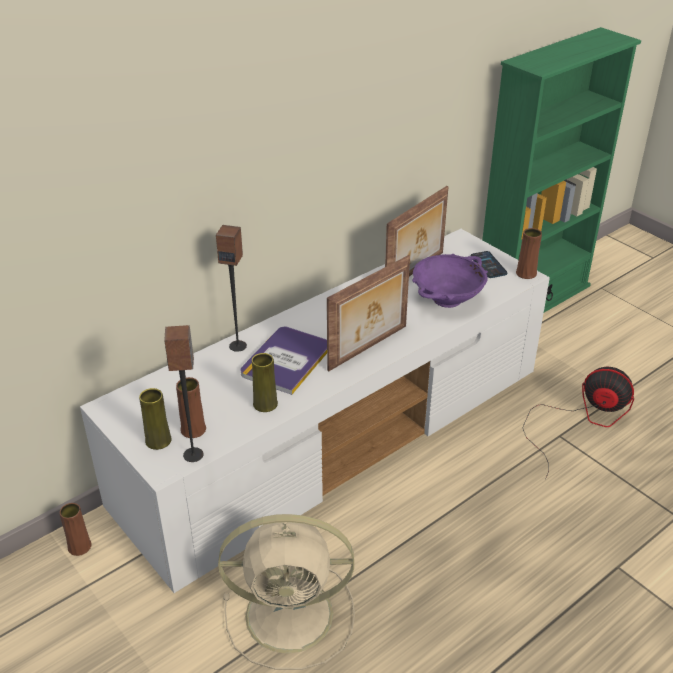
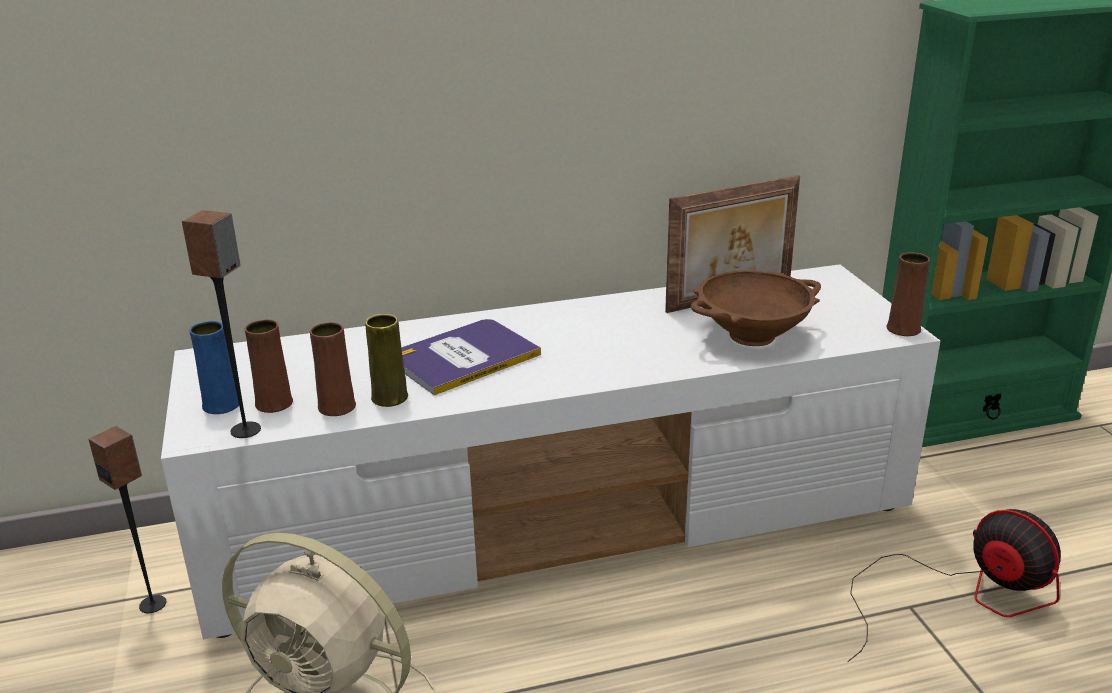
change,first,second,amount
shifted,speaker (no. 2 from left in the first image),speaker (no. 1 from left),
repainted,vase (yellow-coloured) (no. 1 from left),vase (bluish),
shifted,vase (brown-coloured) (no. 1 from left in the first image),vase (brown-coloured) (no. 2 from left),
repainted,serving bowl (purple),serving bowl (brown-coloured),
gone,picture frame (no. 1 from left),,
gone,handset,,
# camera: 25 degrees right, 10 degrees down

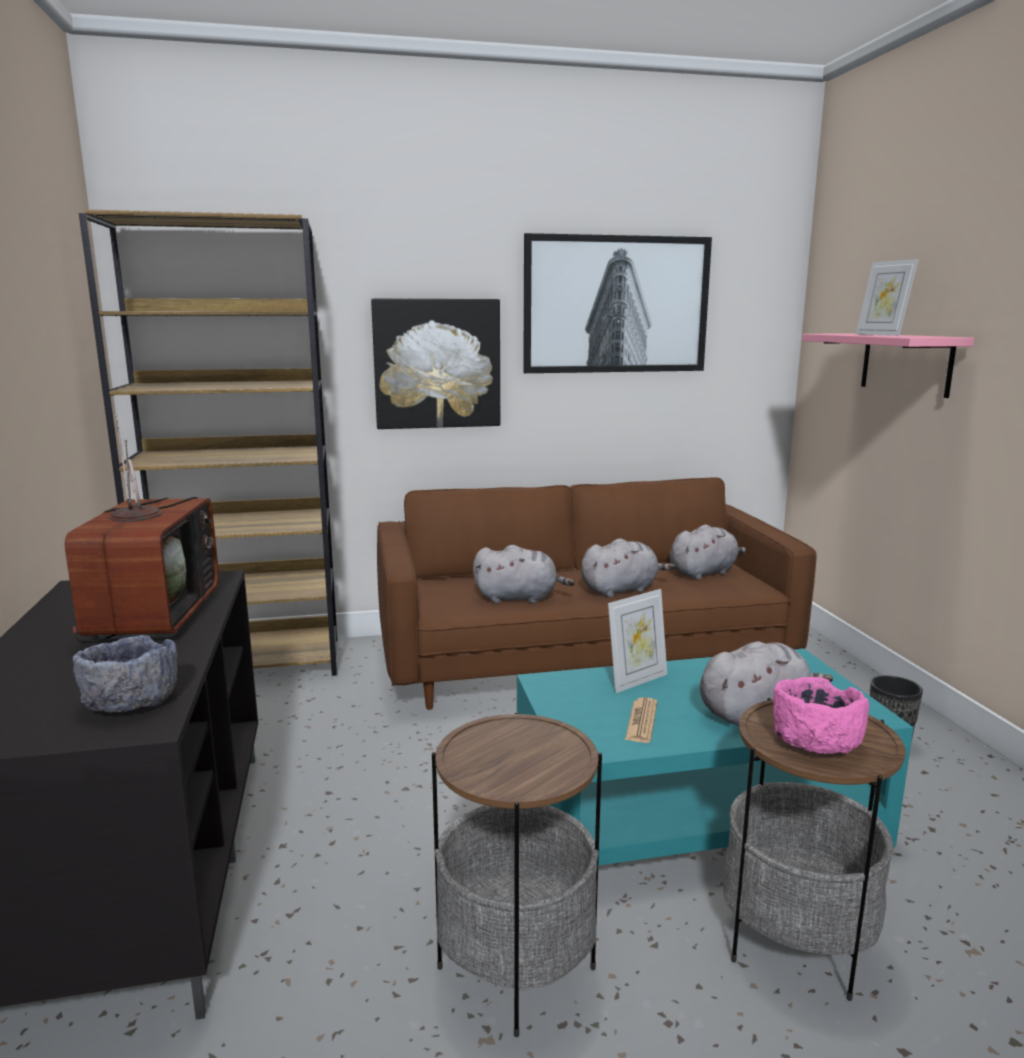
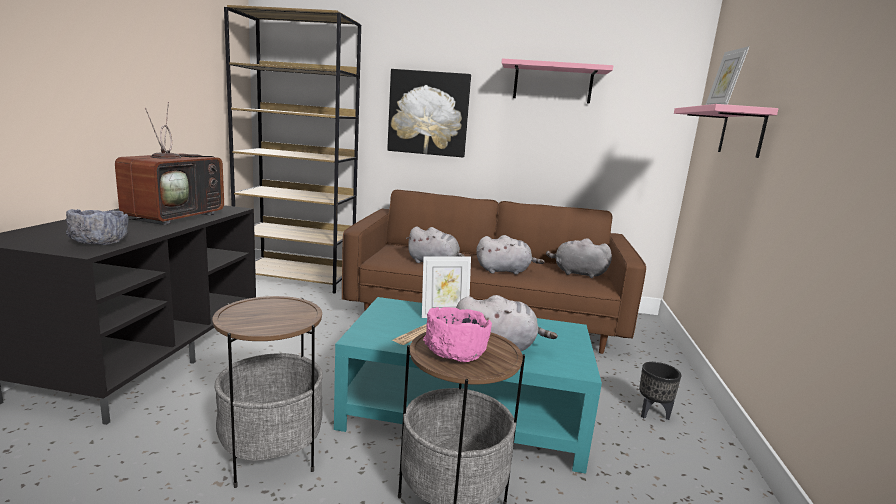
change,first,second,amount
swapped,picture (no. 2 from left),bracket shelf (pinkish) (no. 1 from left),
rotated,cuddly toy (gray) (no. 3 from left in the first image),cuddly toy (gray) (no. 4 from left),150 degrees counterclockwise
# camera: 20 degrees right, 0 degrees up

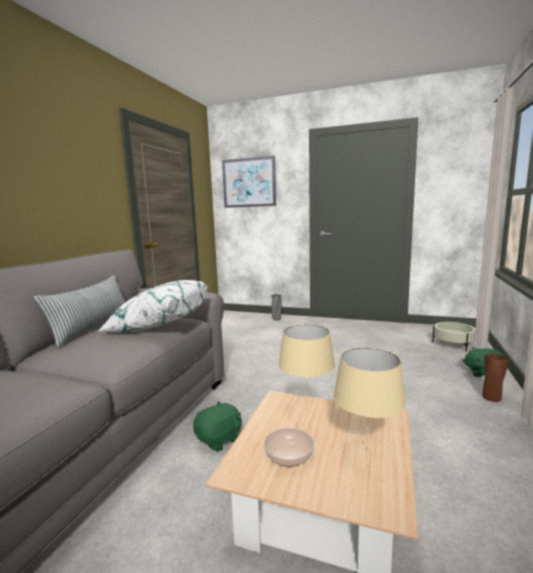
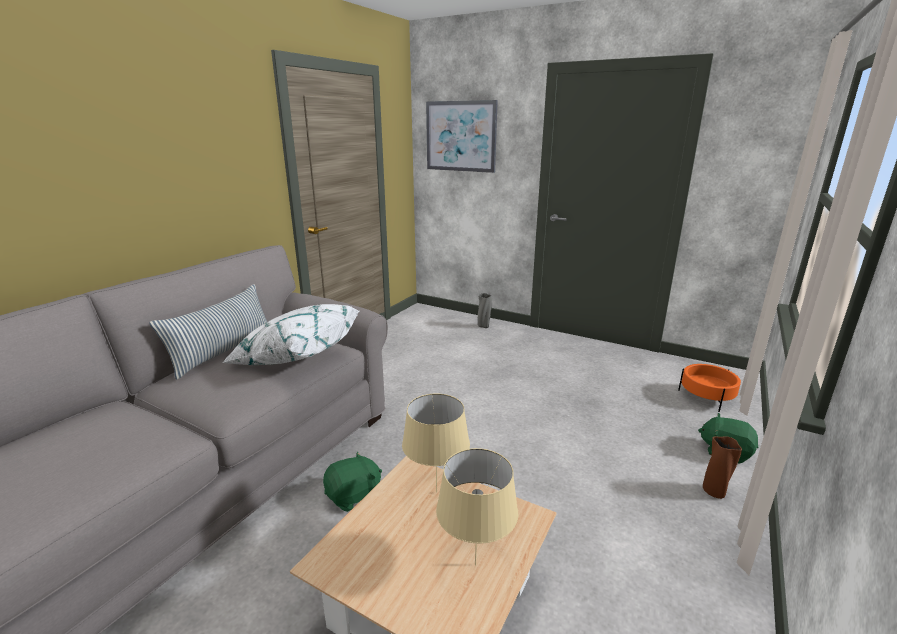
change,first,second,amount
repainted,plant pot (beige),plant pot (orange),
gone,serving bowl,,
# camera: 10 degrees right, 10 degrees up

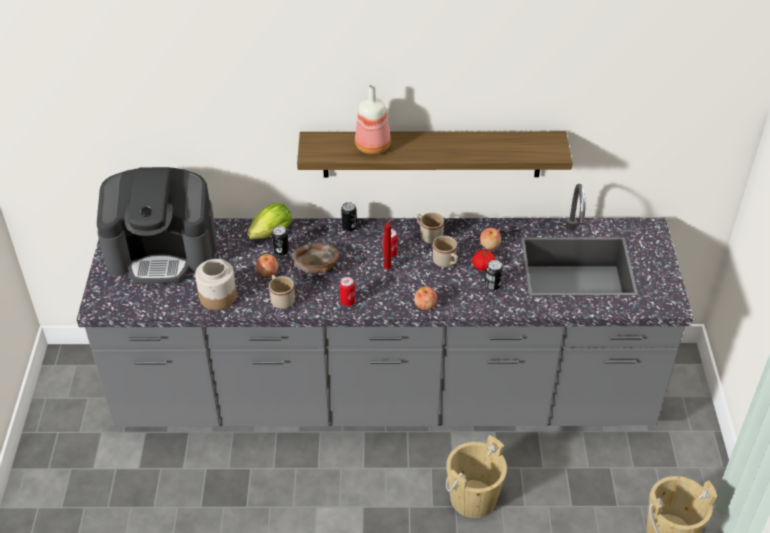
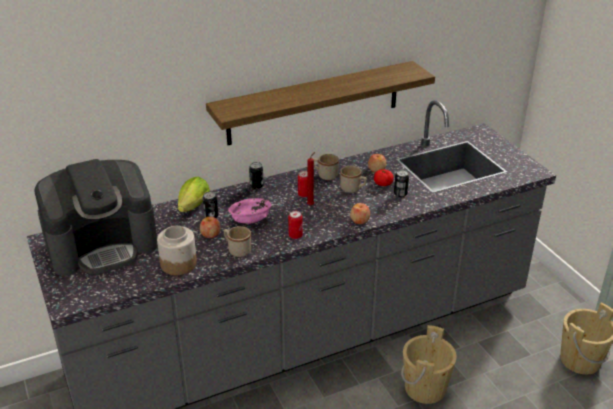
change,first,second,amount
repainted,serving bowl (brown-coloured),serving bowl (pinkish),
gone,beverage bottle,,
# camera: 25 degrees left, 10 degrees down

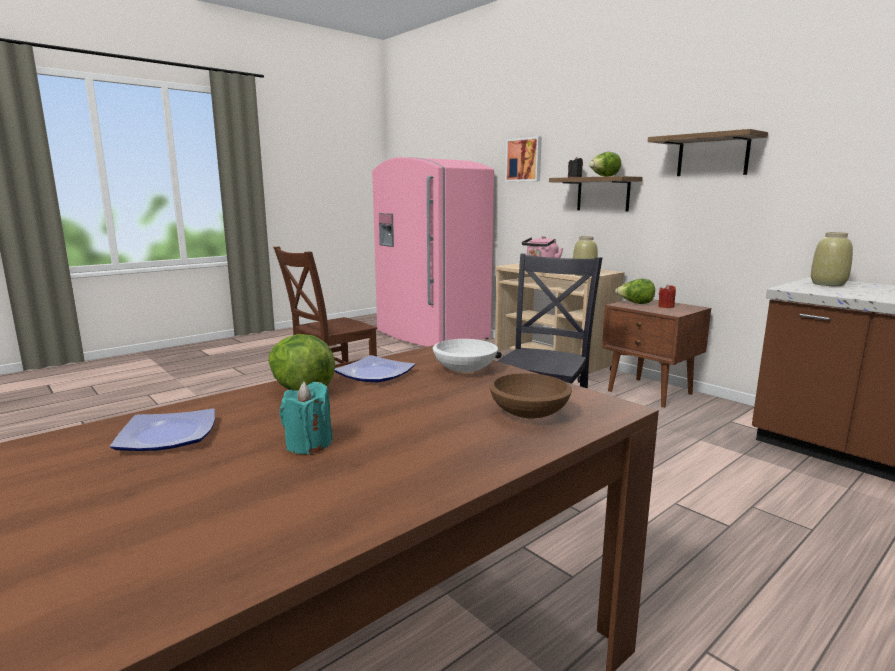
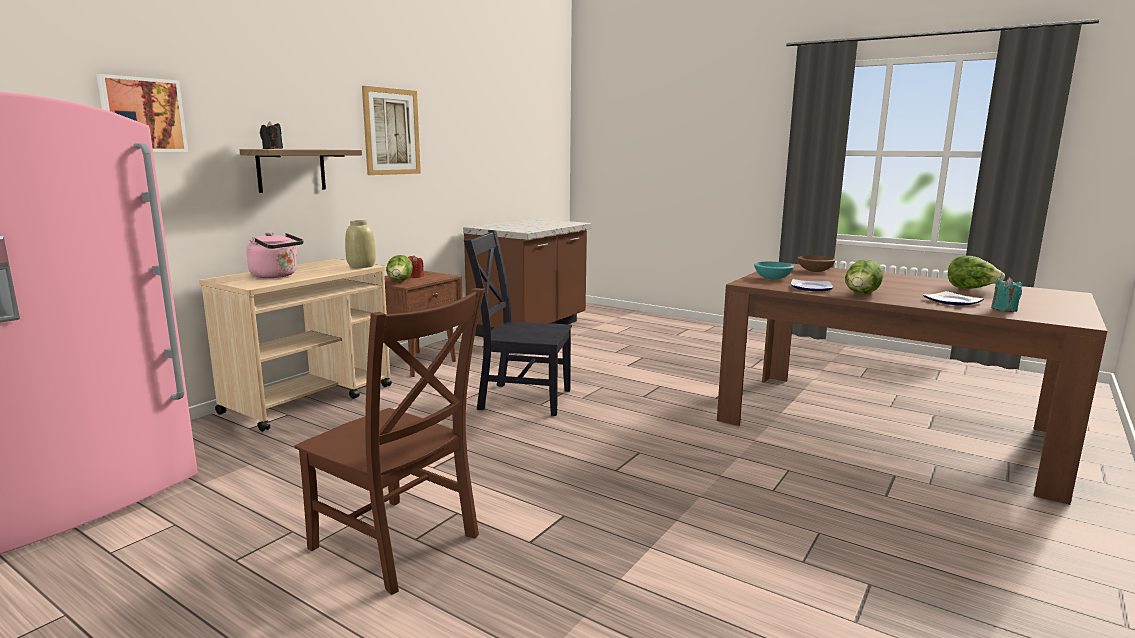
change,first,second,amount
swapped,bracket shelf (no. 2 from left),picture (no. 2 from left),
repainted,serving bowl (whitish),serving bowl (blue-green),
shifted,lettuce head (no. 2 from left in the first image),lettuce head (no. 3 from left),
shifted,wax light (blue-green),,
gone,vase (beige) (no. 2 from left),,
# camera: 105 degrees left, 0 degrees up

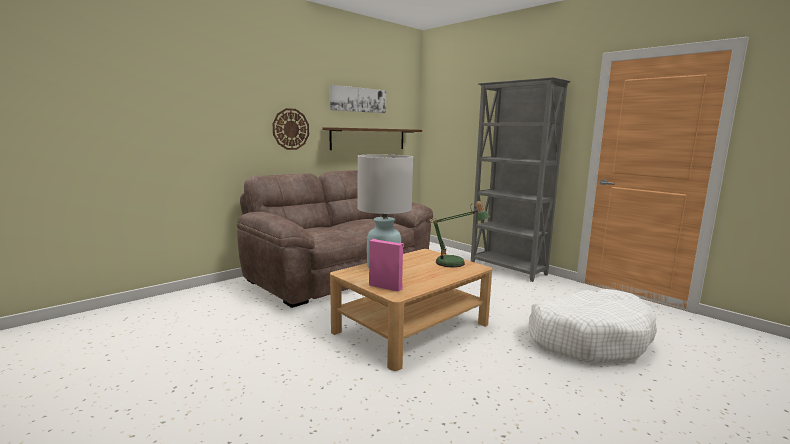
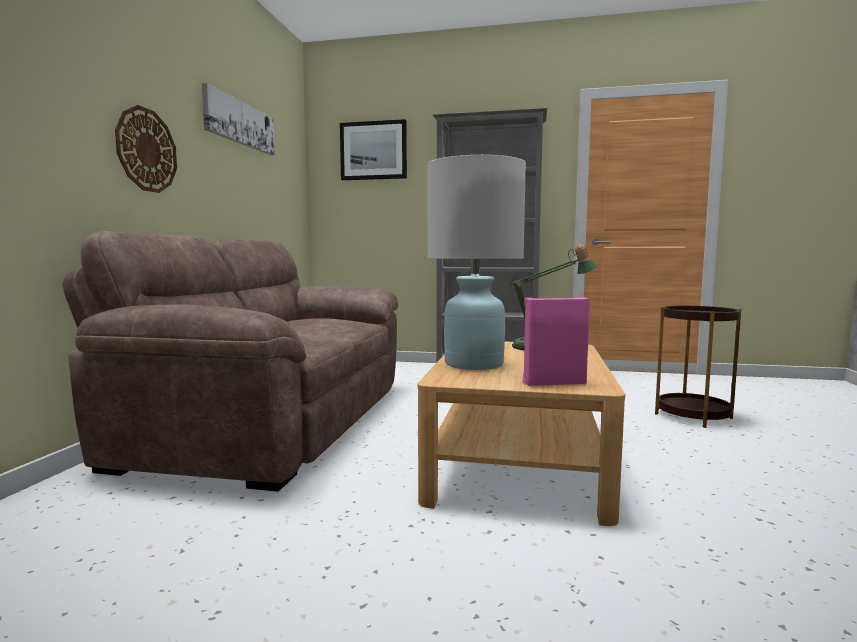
change,first,second,amount
new,,picture (no. 2 from left),
swapped,dog cushion (whitish),accent table (brown-coloured),
gone,bracket shelf (brown-coloured),,
# camera: 35 degrees left, 5 degrees down

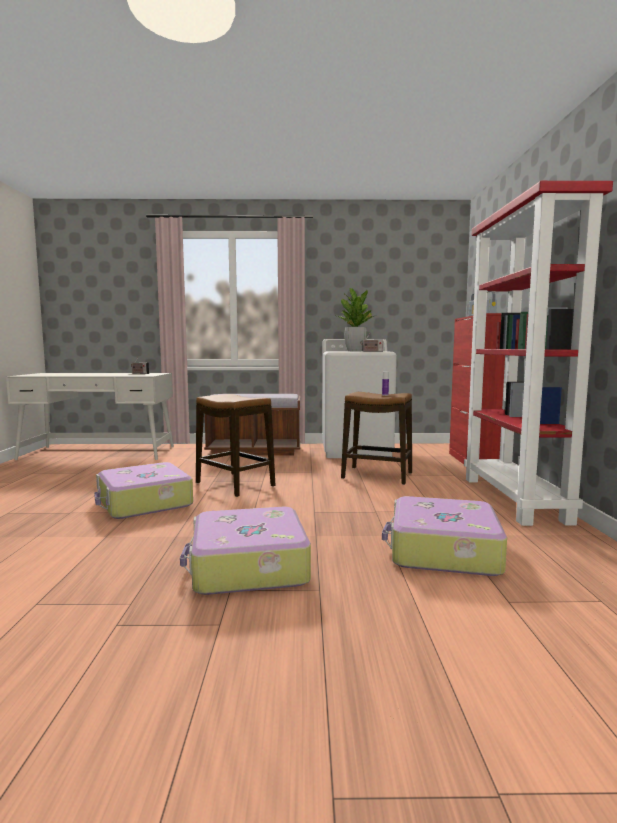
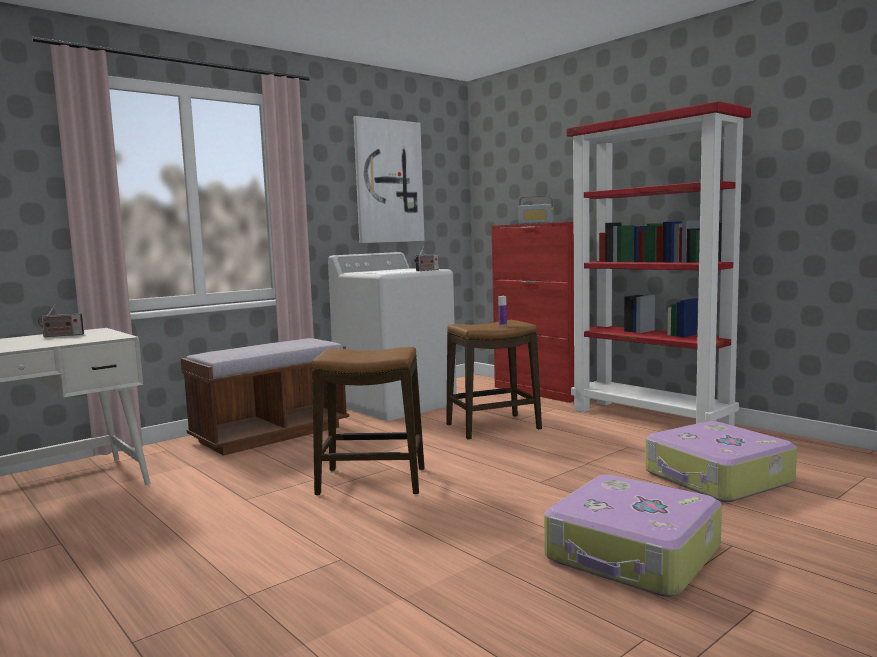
change,first,second,amount
new,,picture,
gone,piece of luggage (no. 1 from left),,
gone,plant in a pot,,
# camera: 40 degrees left, 0 degrees up

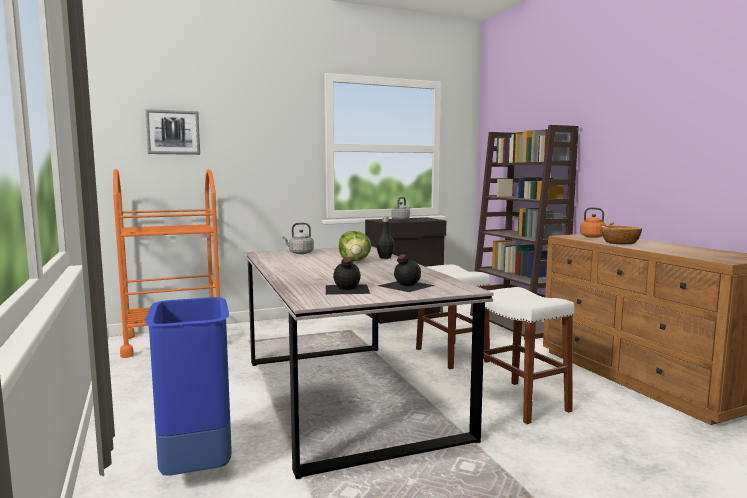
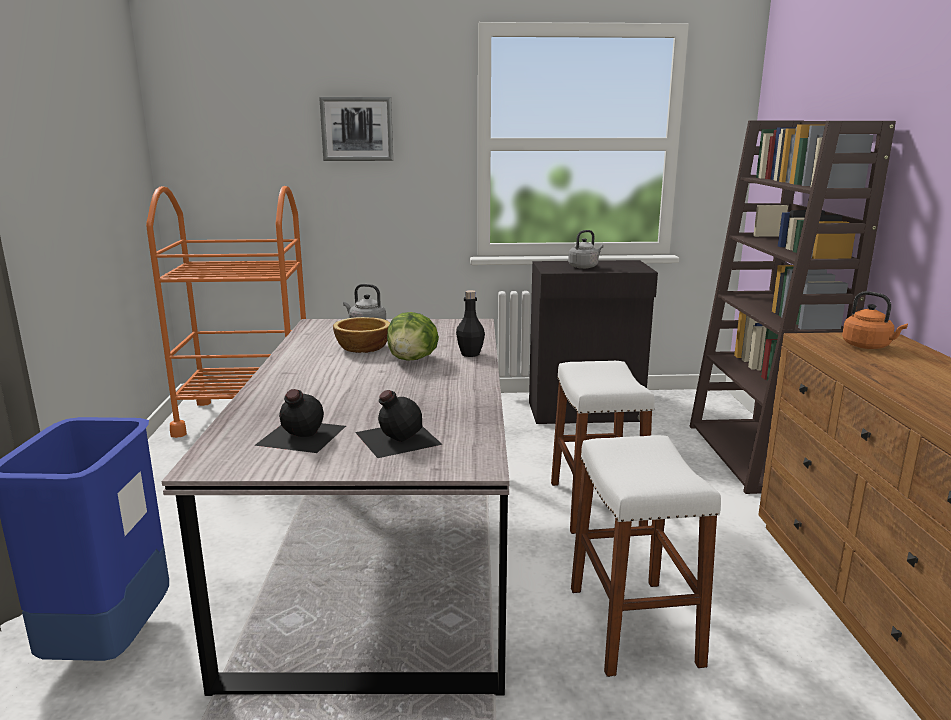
change,first,second,amount
shifted,picture,,
shifted,serving bowl,,
# camera: 20 degrees right, 10 degrees up

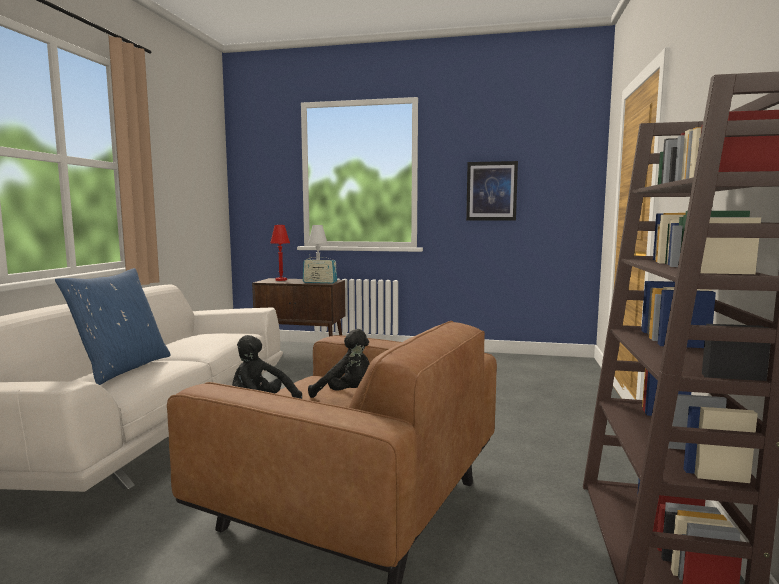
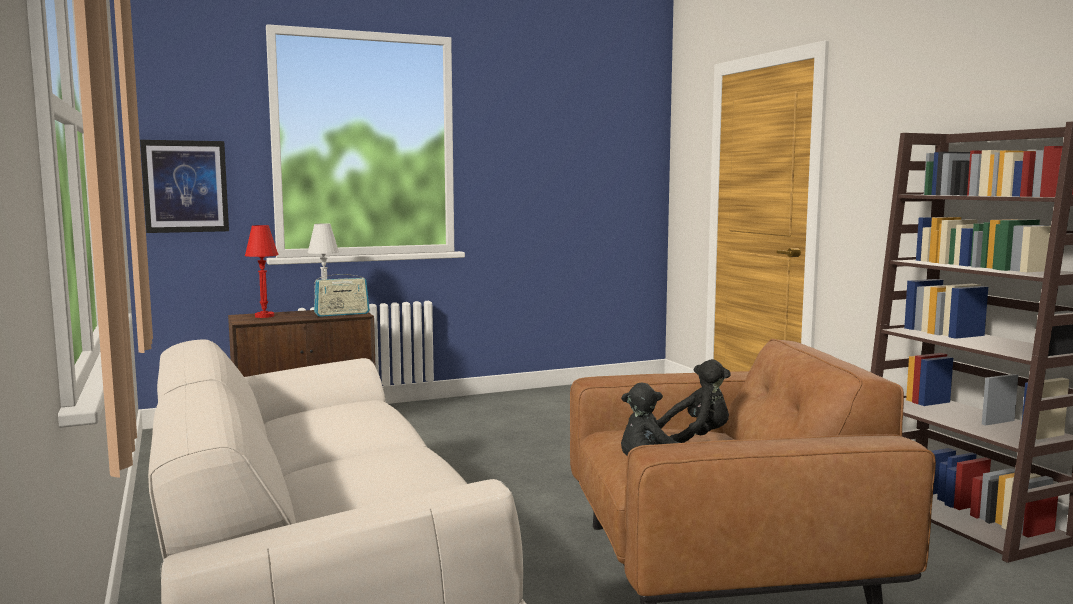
change,first,second,amount
shifted,picture,,
gone,throw pillow (bluish),,
# camera: 35 degrees left, 0 degrees up

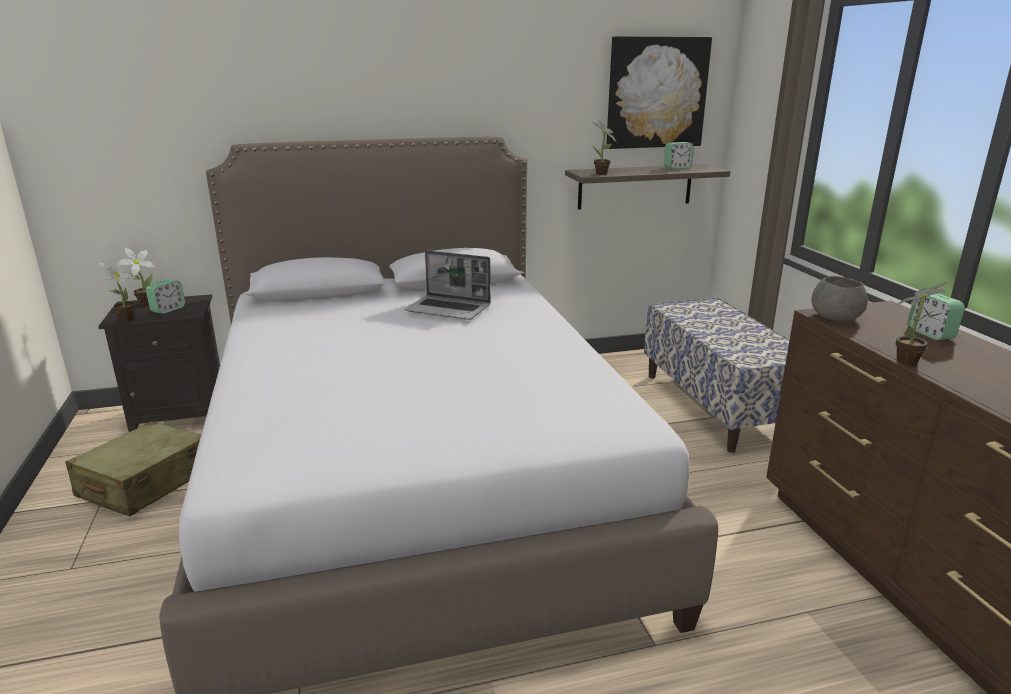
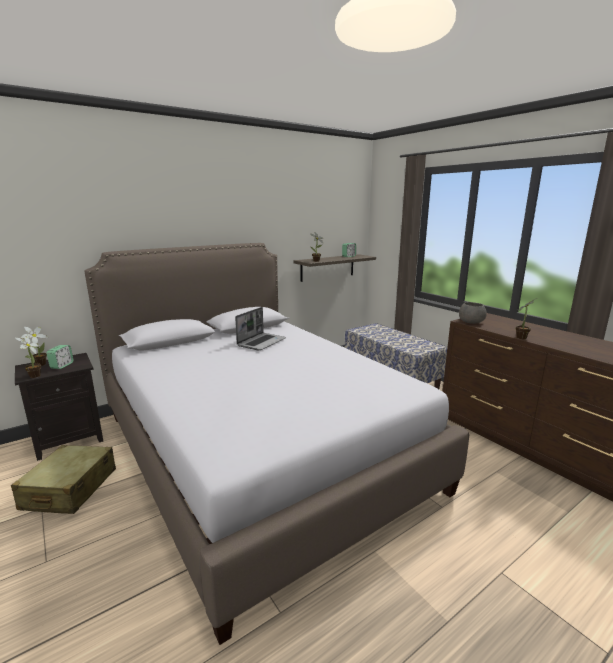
change,first,second,amount
rotated,notebook computer,,60 degrees counterclockwise
gone,picture,,
gone,table clock (no. 3 from left),,
# camera: 20 degrees left, 5 degrees down

